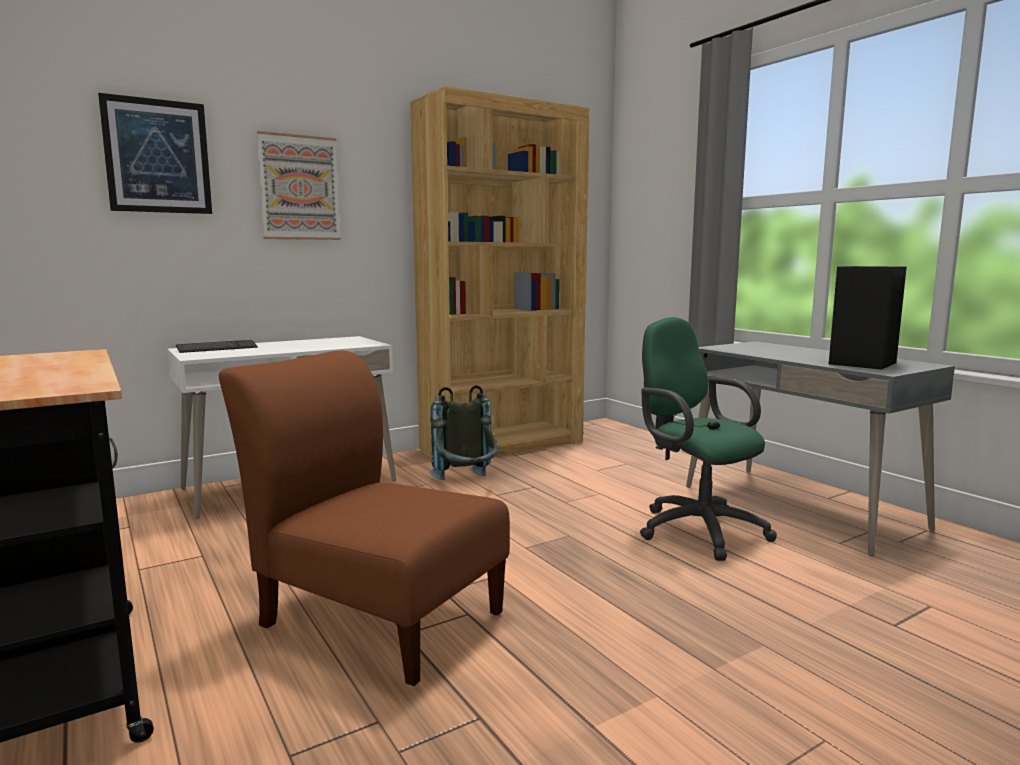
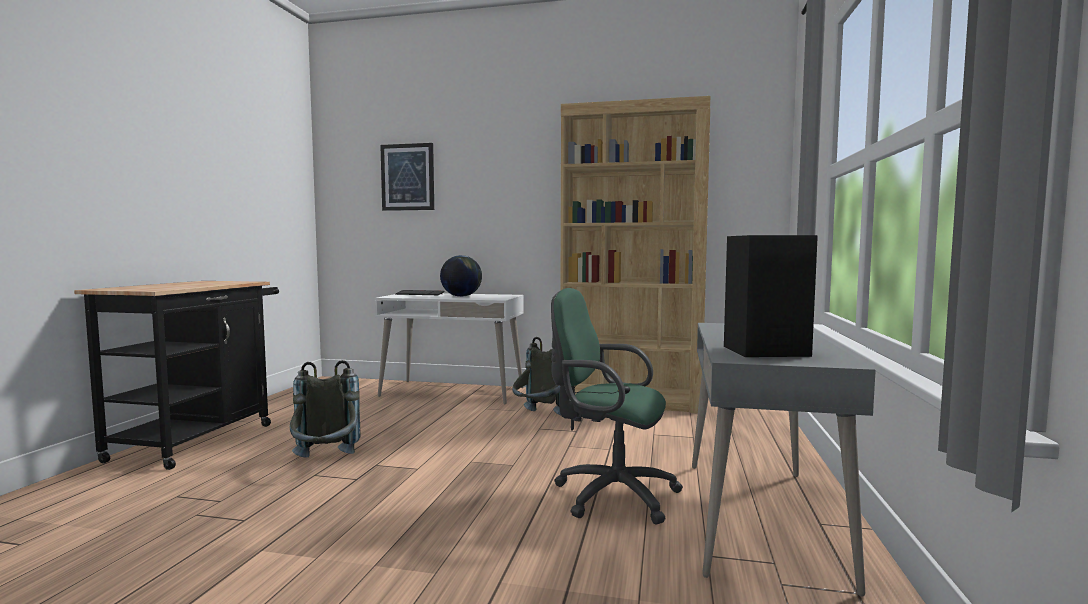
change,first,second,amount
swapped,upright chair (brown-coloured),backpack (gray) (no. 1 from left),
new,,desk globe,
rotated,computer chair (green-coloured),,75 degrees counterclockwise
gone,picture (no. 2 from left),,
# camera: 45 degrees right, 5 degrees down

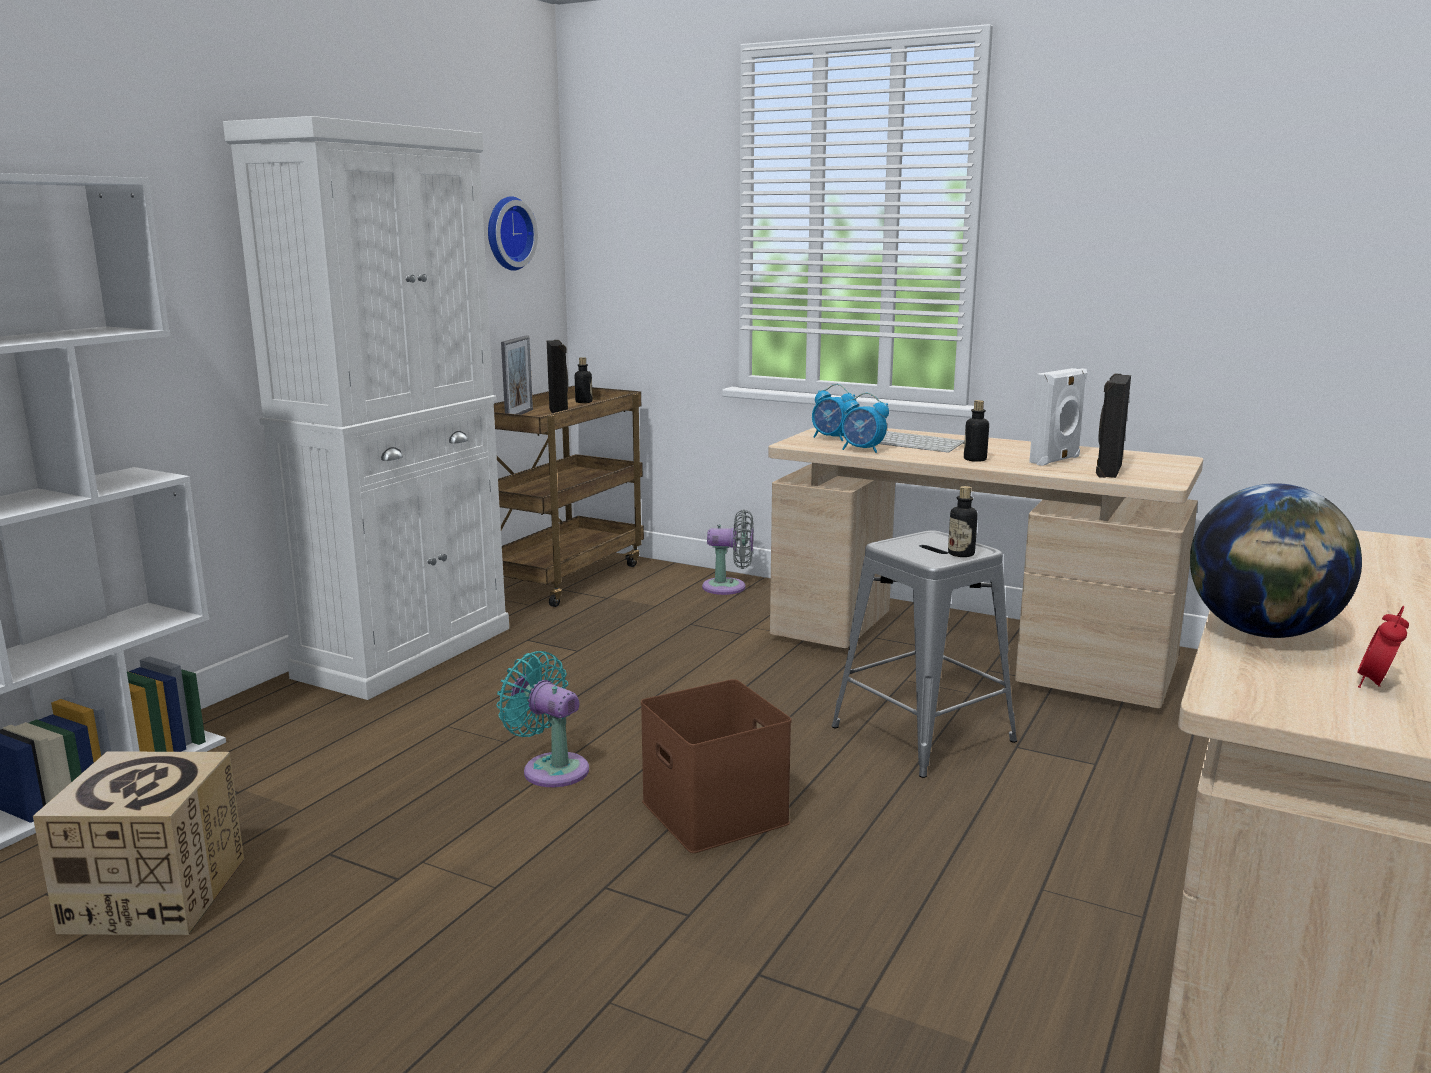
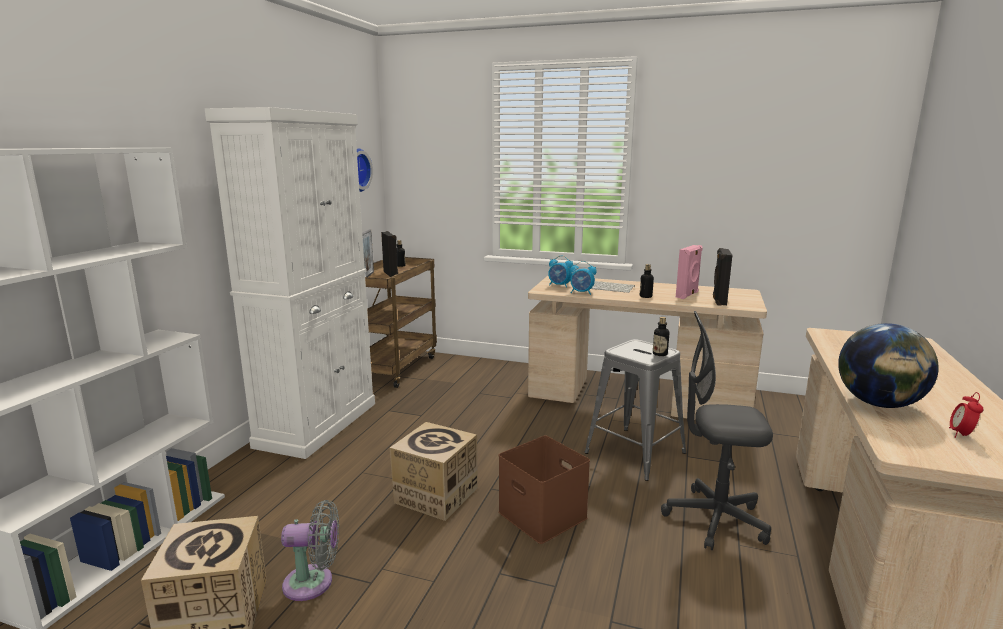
change,first,second,amount
shifted,electric fan (gray),,
swapped,electric fan (blue-green),carton (no. 2 from left),
new,,computer chair (gray),
repainted,speaker (whitish),speaker (pinkish),
# camera: 10 degrees left, 0 degrees up

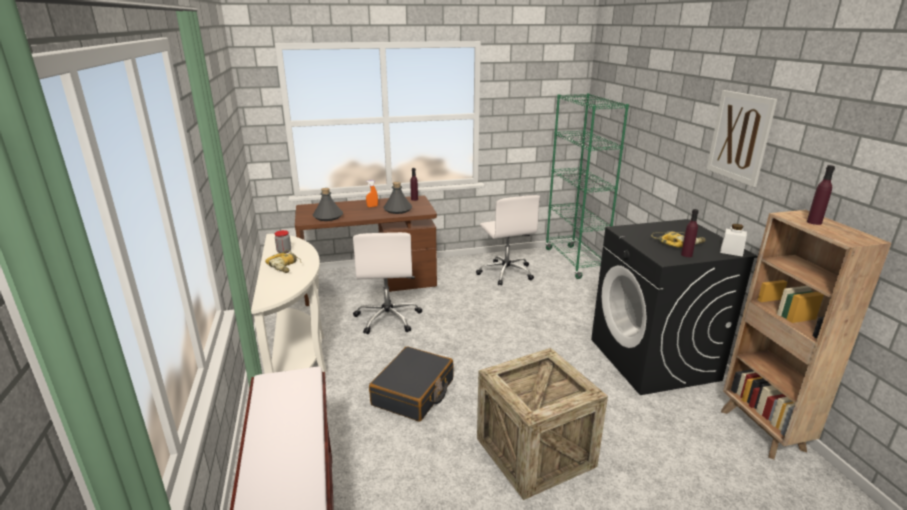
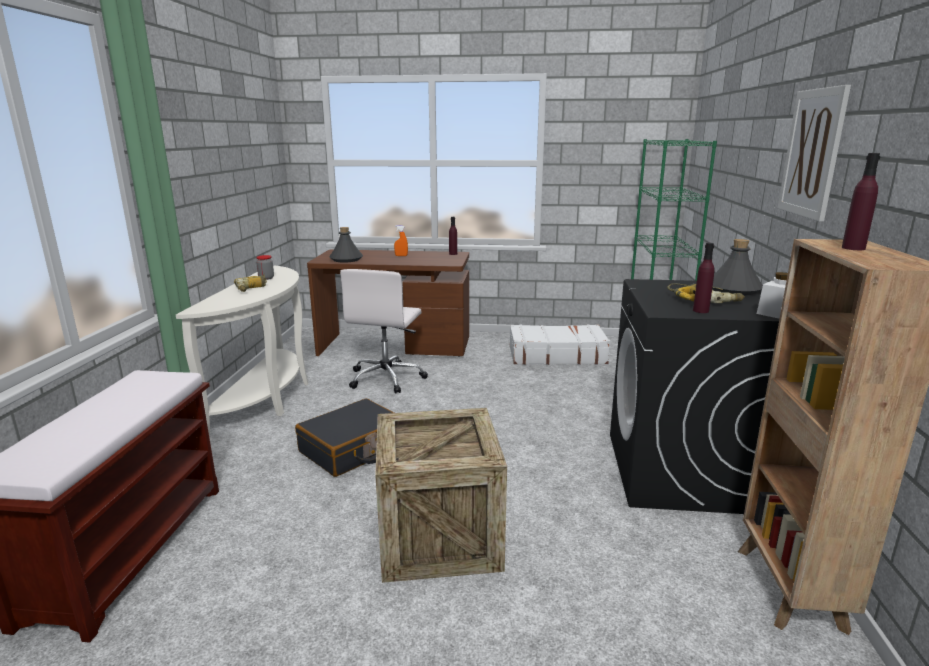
change,first,second,amount
swapped,computer chair (whitish) (no. 2 from left),piece of luggage (whitish),
shifted,beverage bottle (gray) (no. 2 from left),,
# camera: 20 degrees right, 5 degrees down

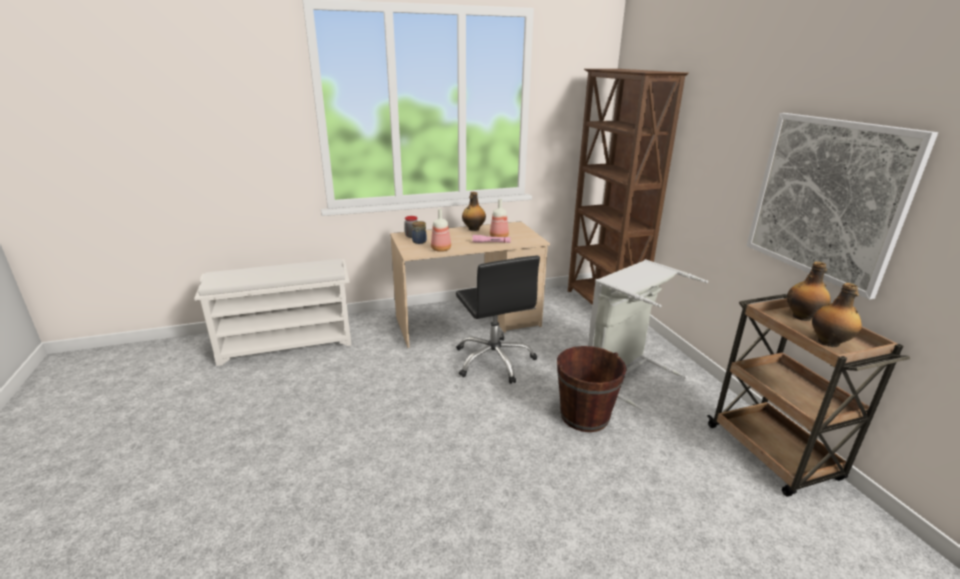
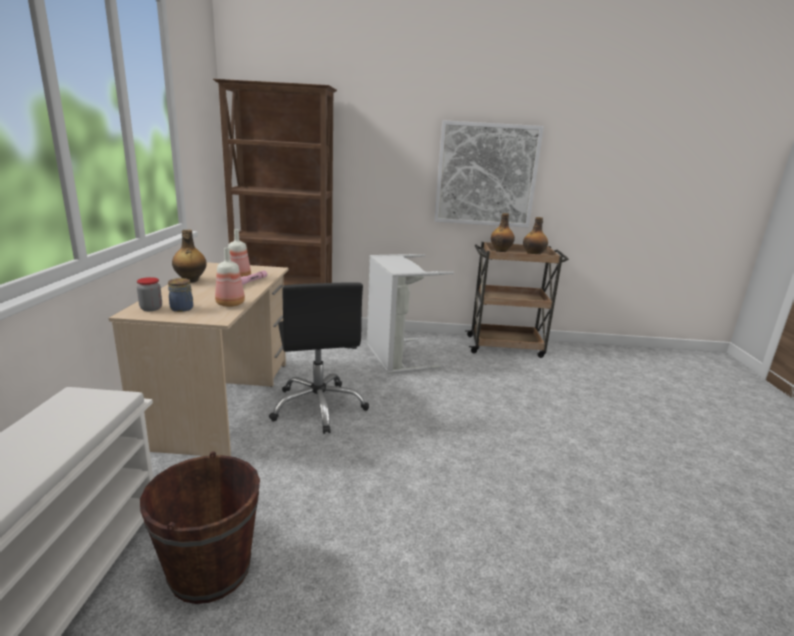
change,first,second,amount
shifted,water bucket (brown-coloured),,
rotated,computer chair (blackish),,75 degrees clockwise
# camera: 70 degrees left, 5 degrees down

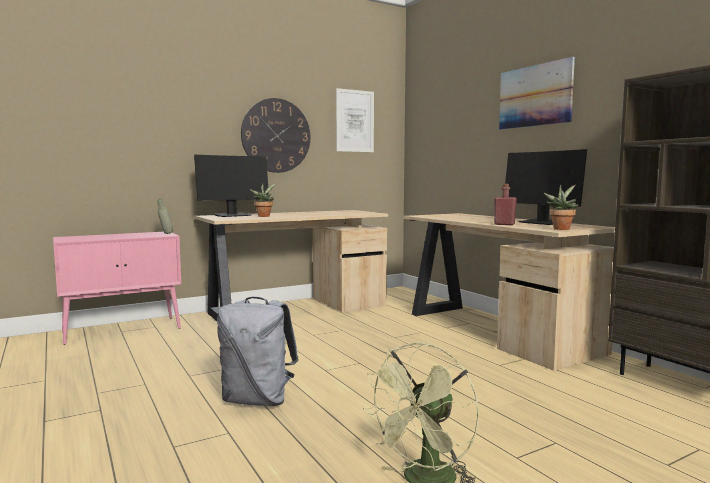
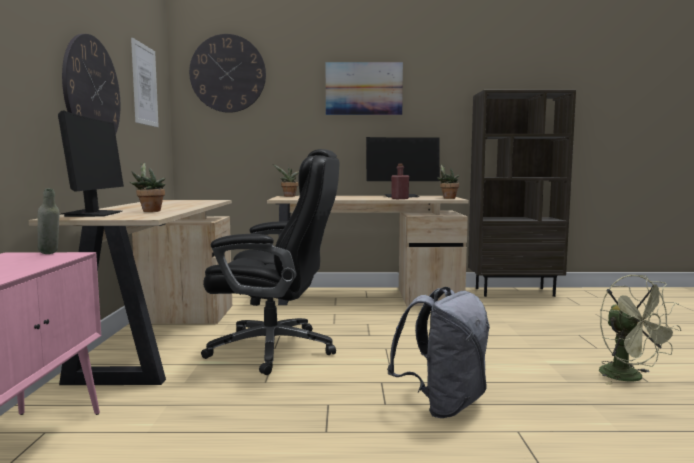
change,first,second,amount
new,,wall clock (no. 2 from left),
new,,computer chair (blackish),
new,,plant in a pot (no. 2 from left),
# camera: 60 degrees left, 0 degrees up

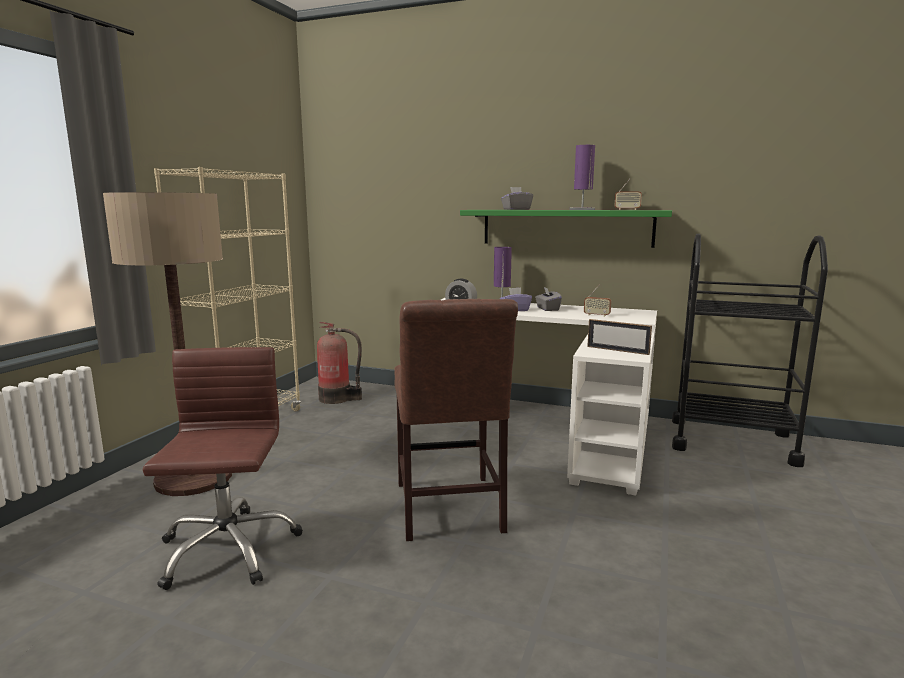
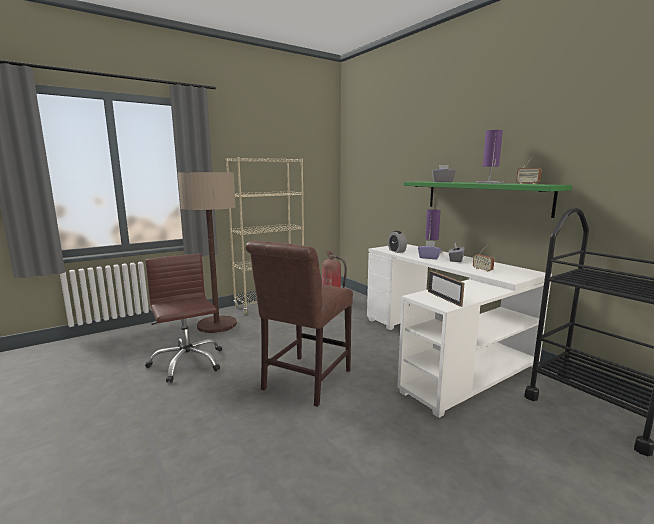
change,first,second,amount
rotated,computer chair (brown-coloured),,60 degrees counterclockwise
# camera: 35 degrees right, 0 degrees up

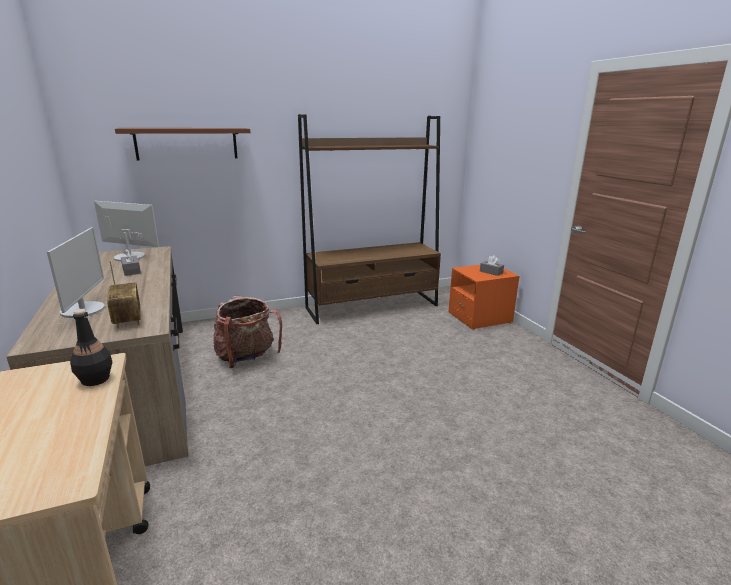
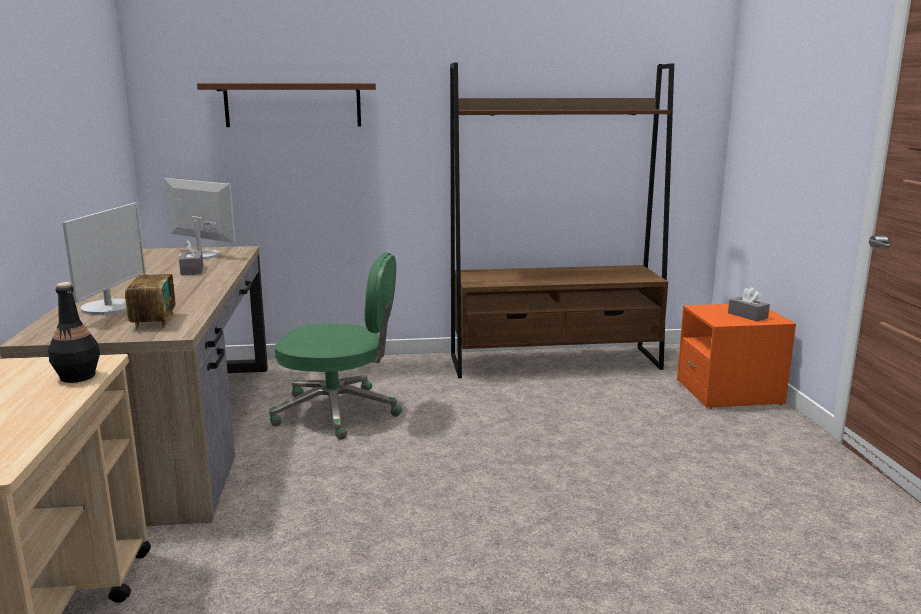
change,first,second,amount
swapped,backpack,computer chair (green-coloured),
# camera: 15 degrees right, 5 degrees down

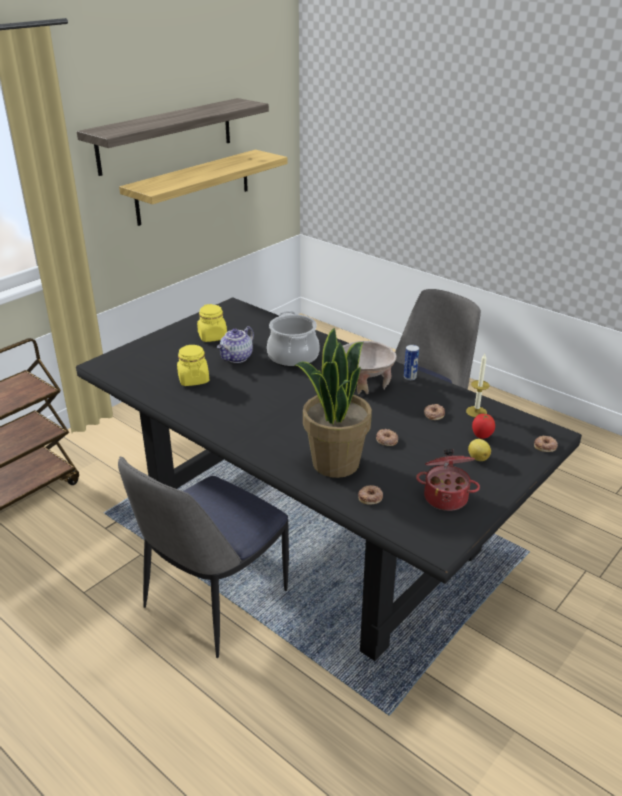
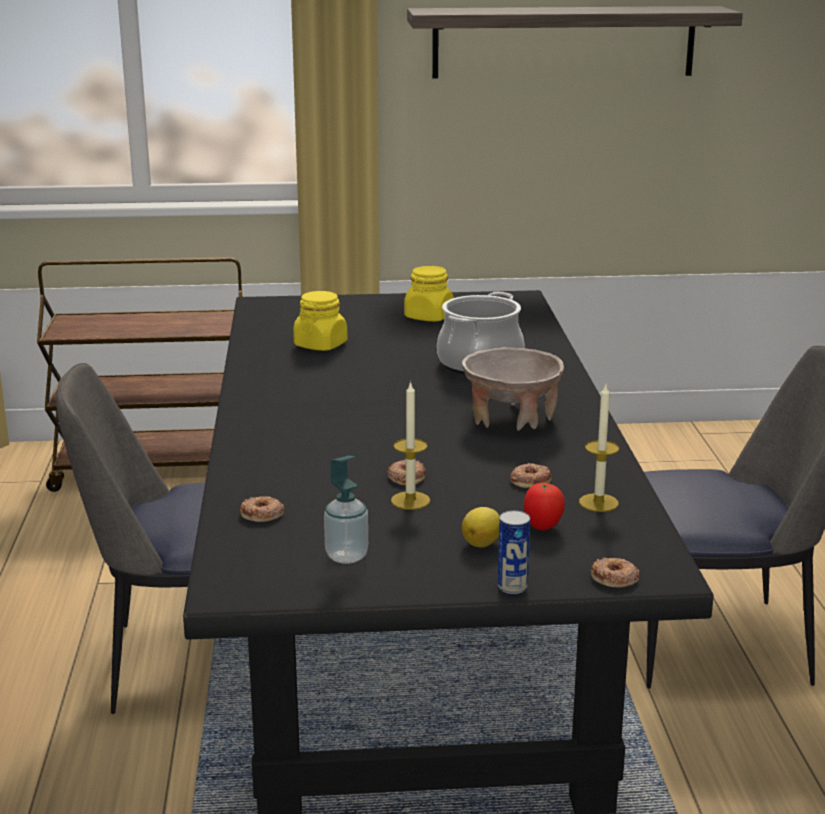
change,first,second,amount
swapped,saucepot (no. 2 from left),soap bottle,
new,,wax light (no. 1 from left),
shifted,sealed can,,
gone,bracket shelf (no. 2 from left),,
gone,tea pot,,
gone,plant in a pot,,
# camera: 45 degrees right, 10 degrees down

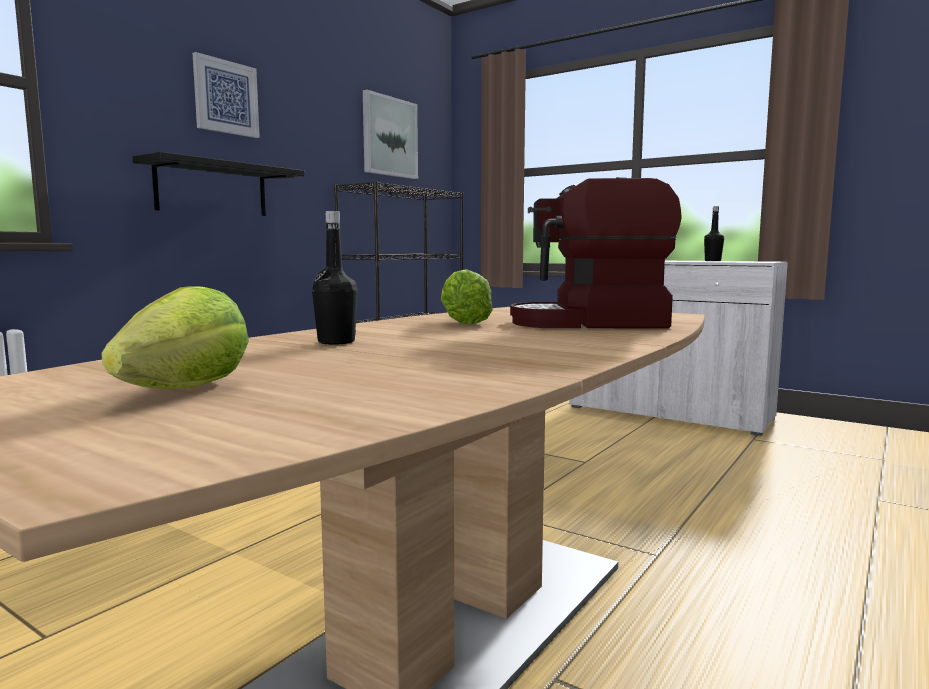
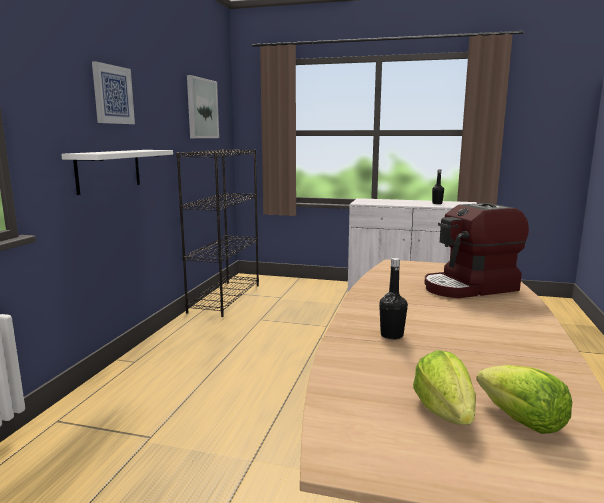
change,first,second,amount
repainted,bracket shelf (blackish),bracket shelf (whitish),
shifted,lettuce head (no. 2 from left),,
# camera: 20 degrees left, 5 degrees up

